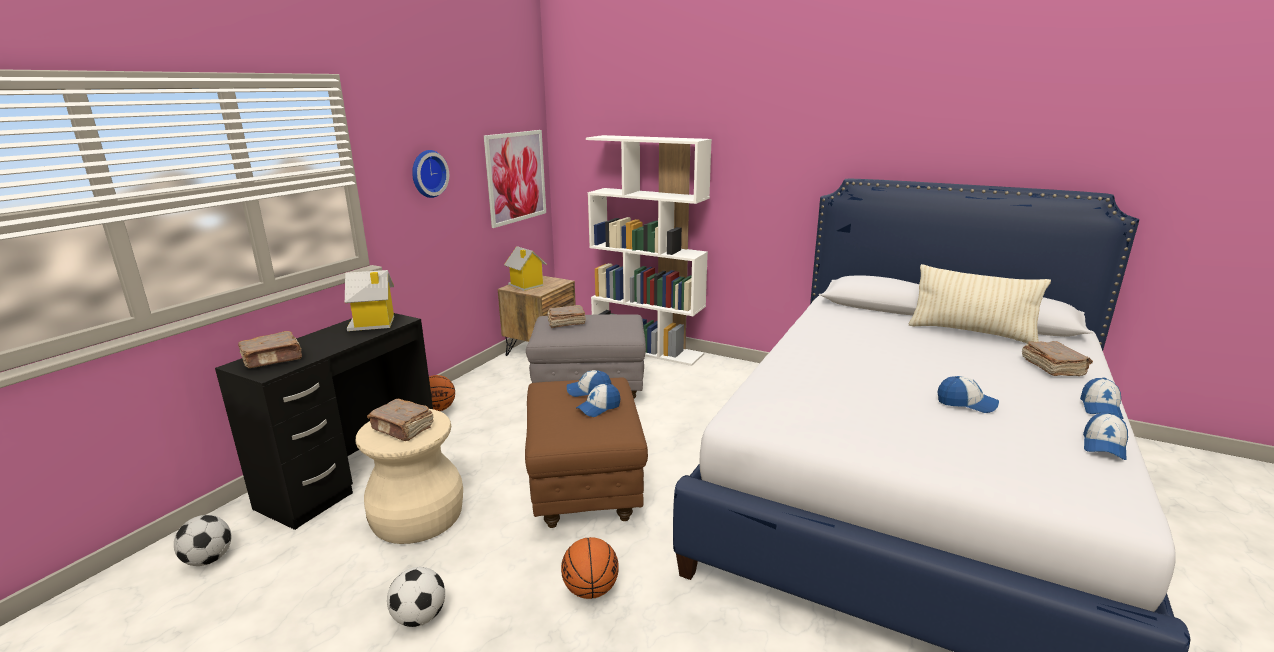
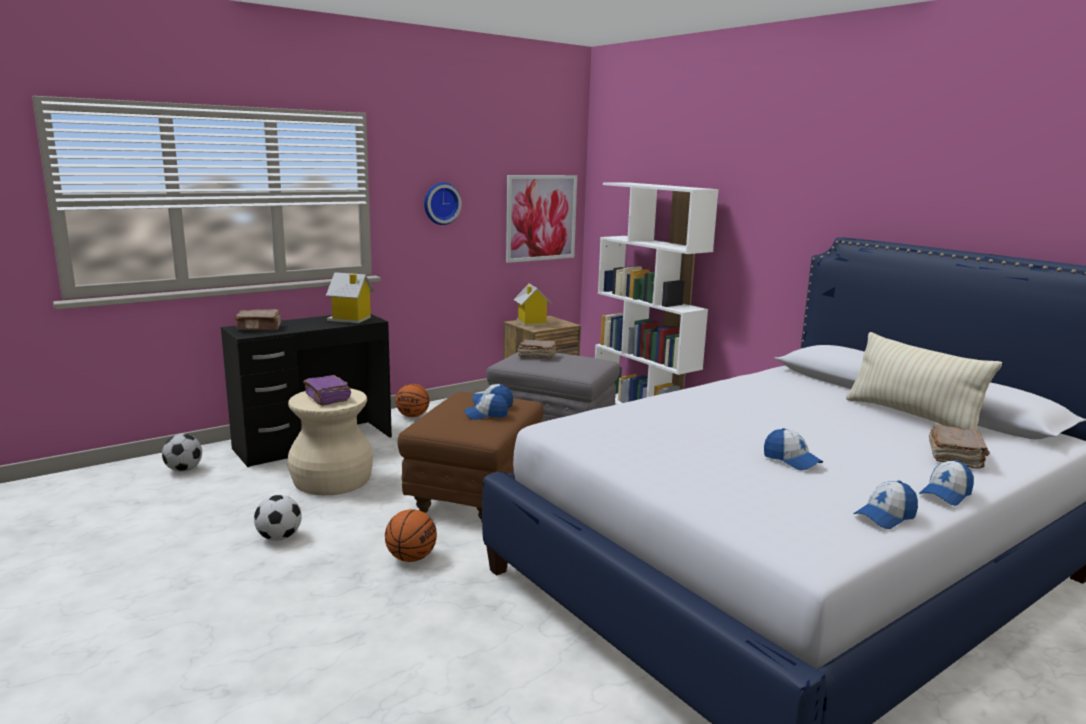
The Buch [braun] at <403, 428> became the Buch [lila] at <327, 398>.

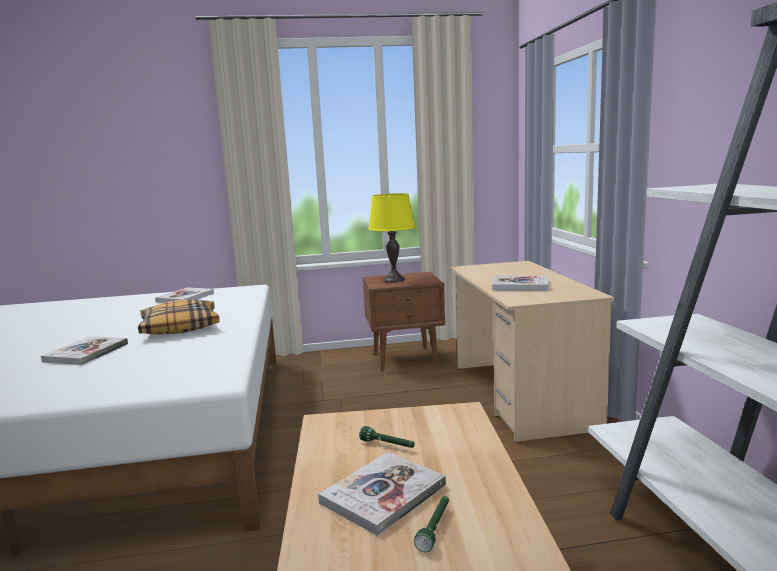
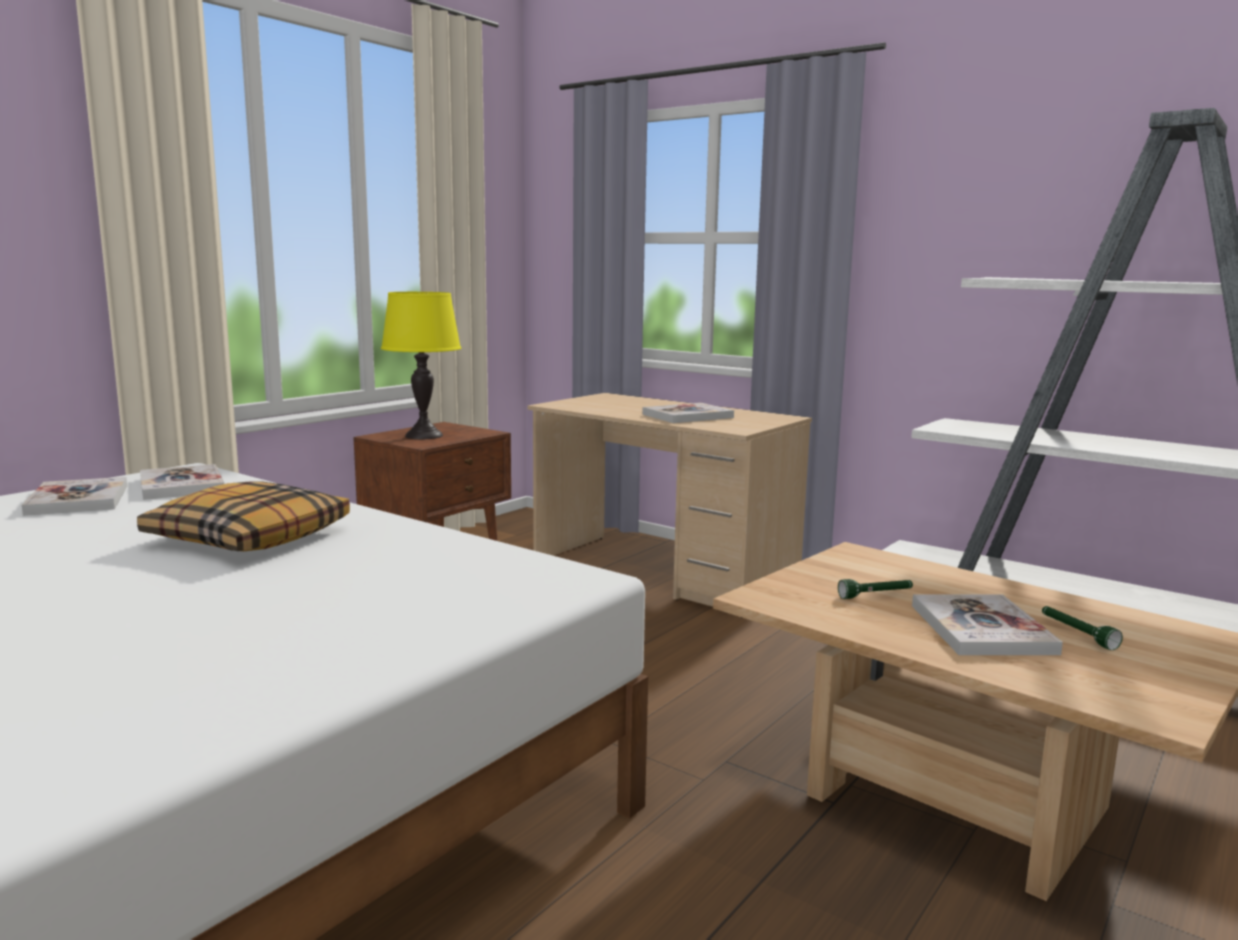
The Buch moved from <86, 352> to <181, 485>.

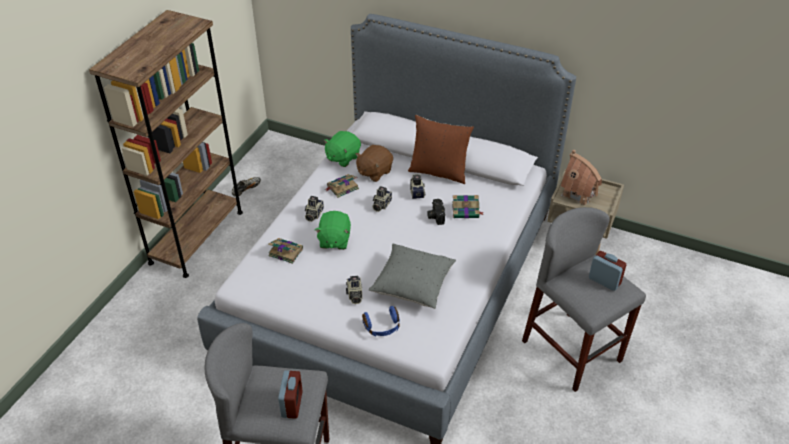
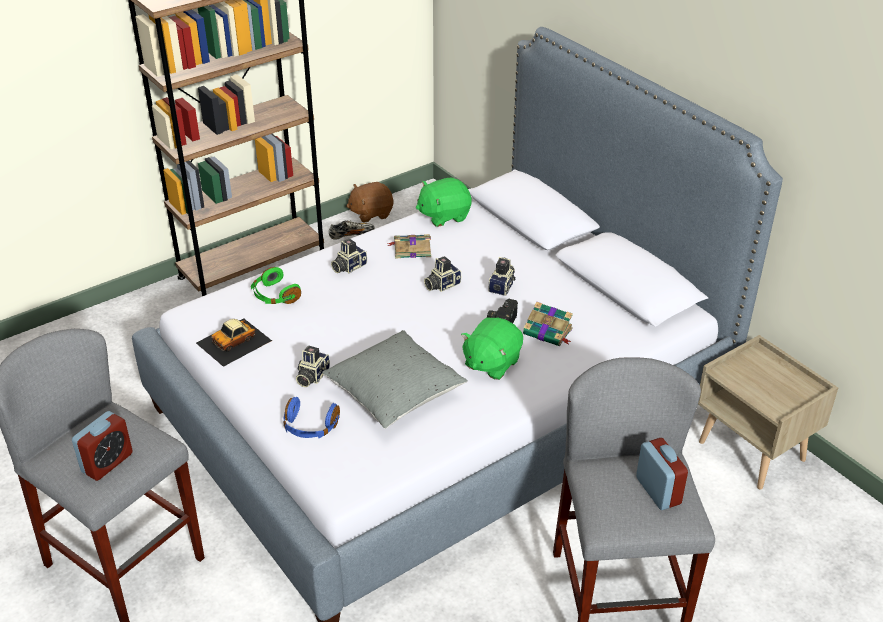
The Spielzeugauto at <234, 341> appeared.
The Buch at <285, 252> was replaced by the Kopfhörer [grün] at <274, 295>.
The Plüschtier [braun] moved from <374, 172> to <371, 213>.
The Plüschtier [grün] moved from <334, 240> to <491, 363>.
The Kissen [braun] at <439, 172> disappeared.
The Spielzeughaus at <579, 193> disappeared.

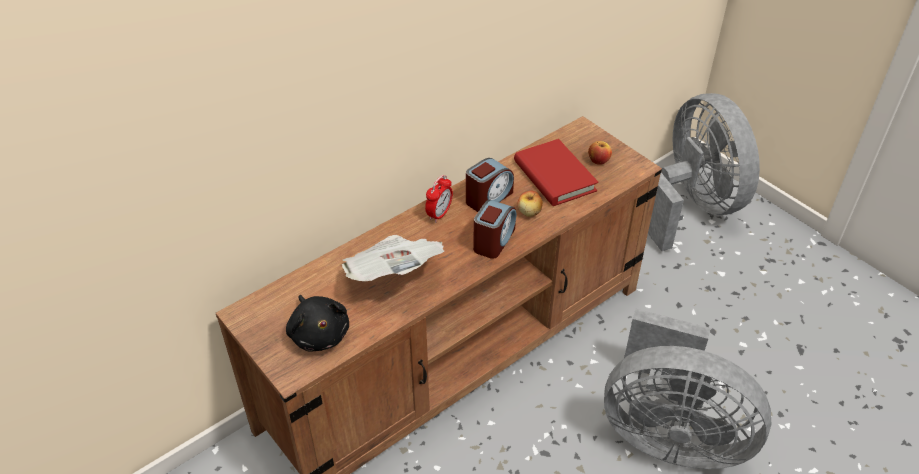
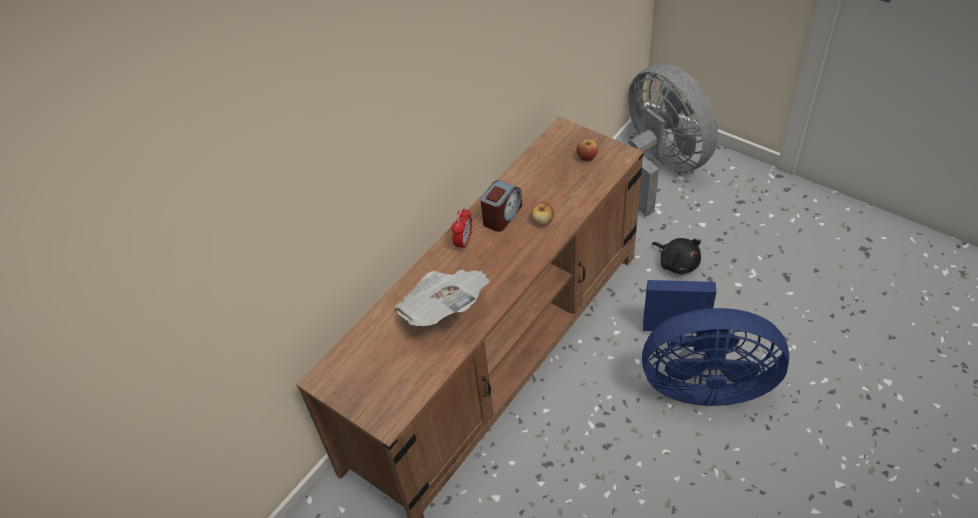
The Ventilator [grau] at <669, 435> became the Ventilator [blau] at <699, 381>.
The Plüschtier [schwarz] moved from <319, 333> to <677, 263>.
The Wecker at <493, 240> disappeared.
The Buch [rot] at <554, 176> disappeared.

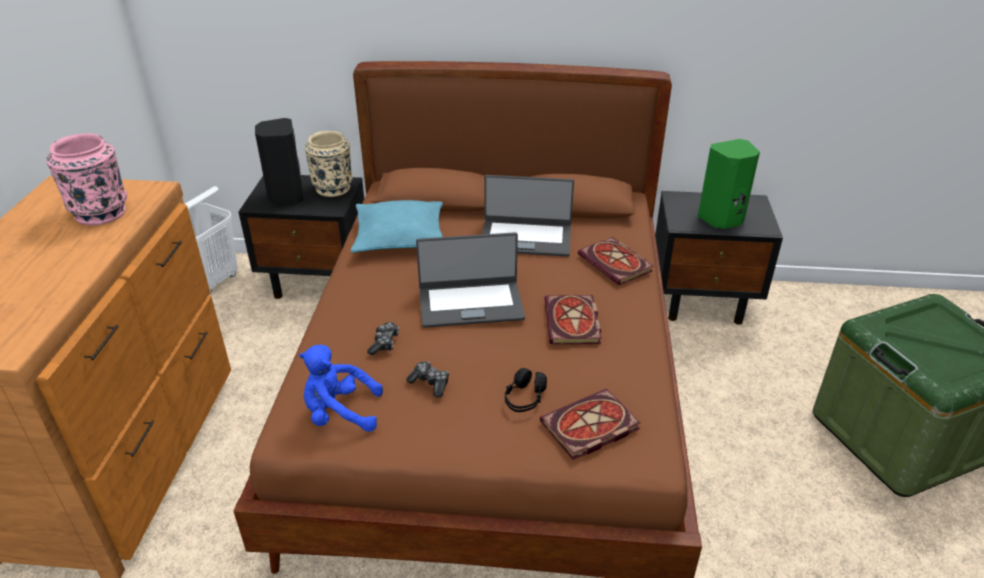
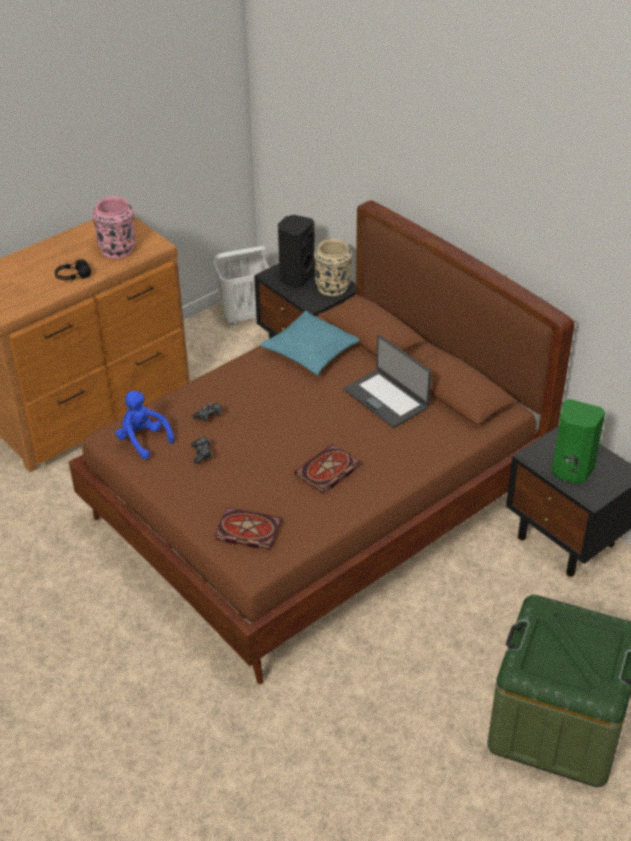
The Kopfhörer [schwarz] moved from <524, 398> to <73, 276>.
The Laptop at <470, 303> disappeared.
The Buch at <617, 264> disappeared.

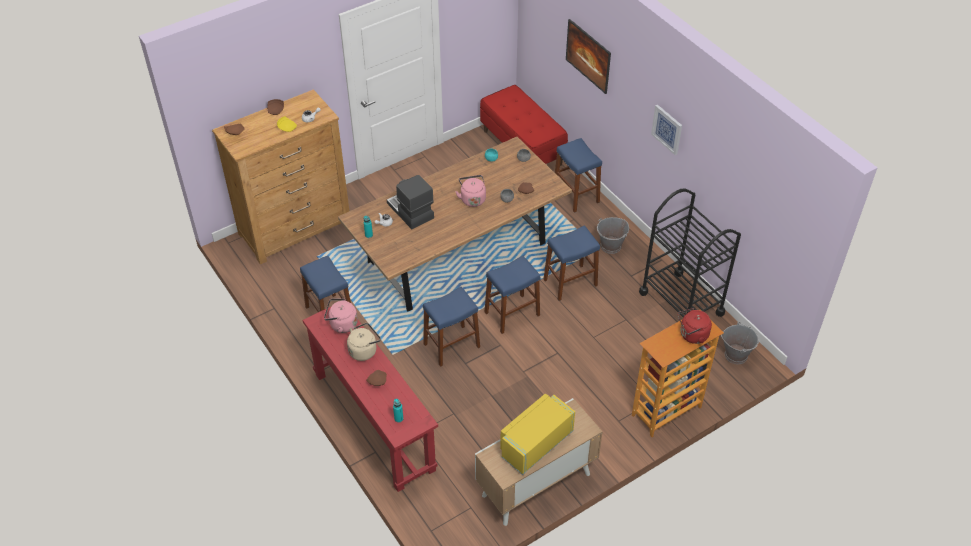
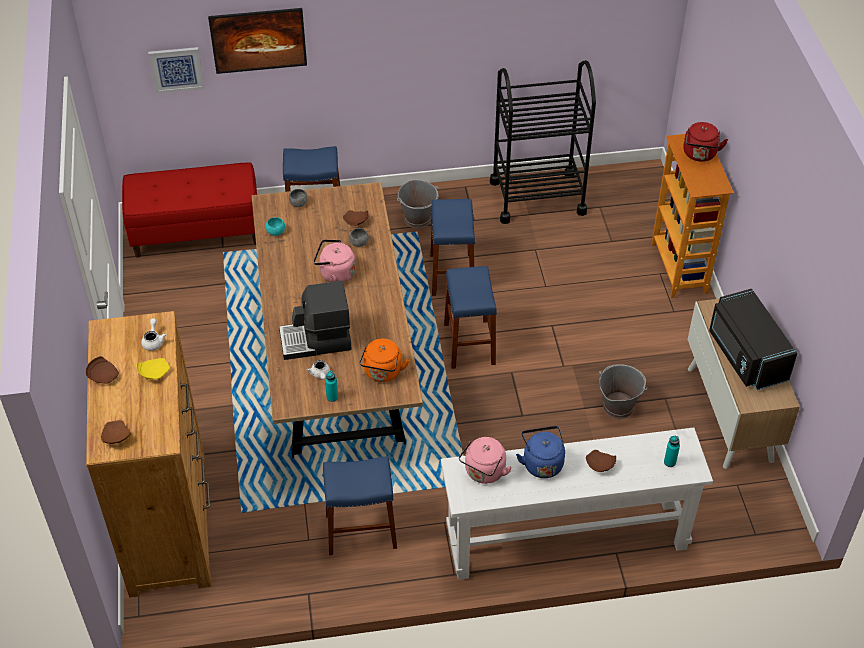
The Bild moved from <667, 129> to <176, 69>.
The Wasserkessel [orange] at <382, 373> appeared.
The Konsolentisch [rot] at <374, 421> became the Konsolentisch [weiß] at <566, 538>.
The Wasserkessel [beige] at <364, 350> became the Wasserkessel [blau] at <541, 462>.
The Eimer [grau] moved from <736, 354> to <618, 406>.
The Mikrowelle [gelb] at <534, 443> became the Mikrowelle [schwarz] at <745, 356>.
The Hocker [blau] at <451, 345> disappeared.

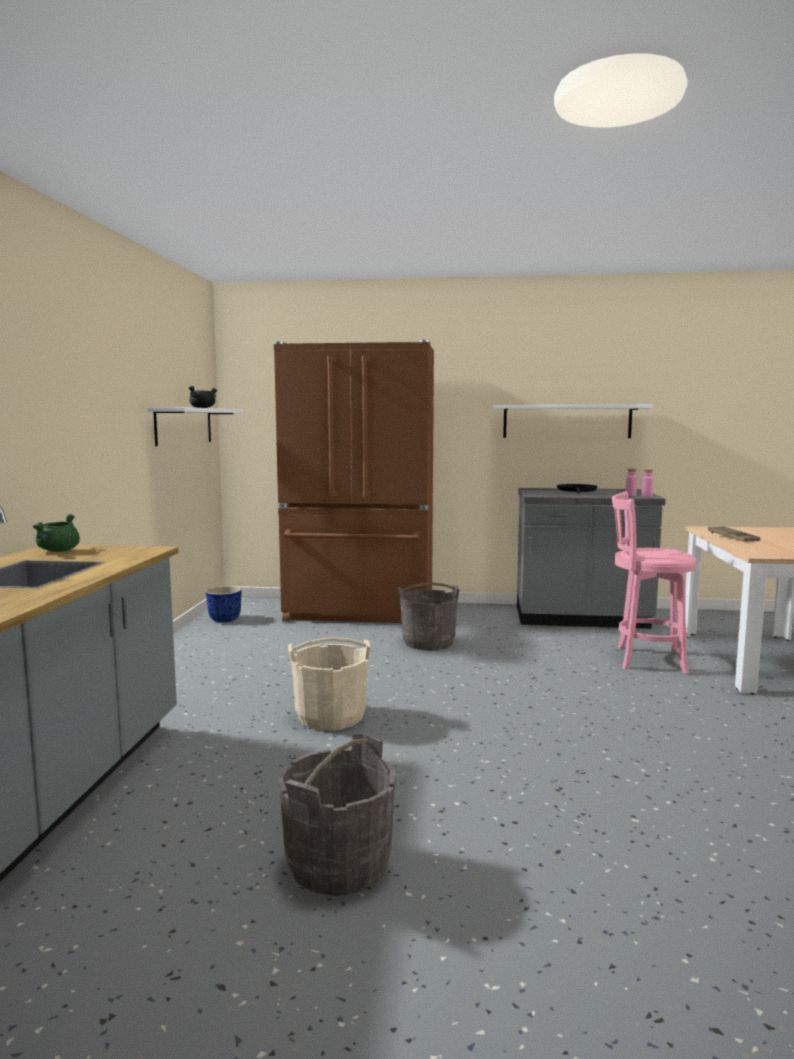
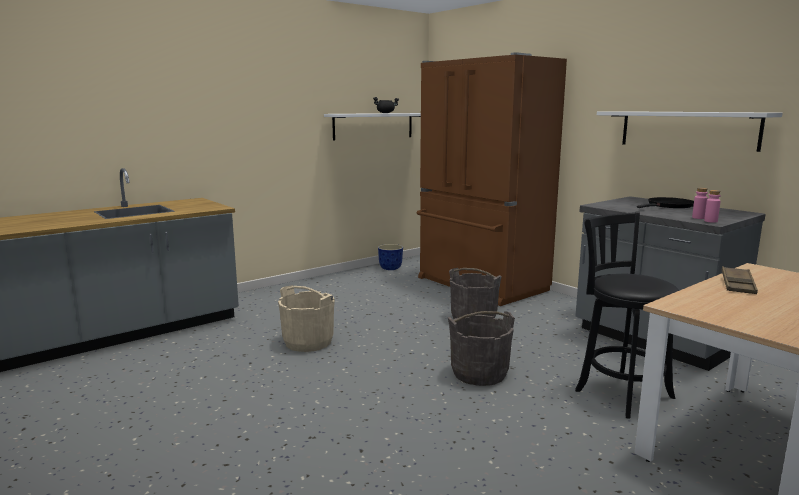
The Eimer [grau] moved from <338, 864> to <479, 373>.
The Hocker [rosa] at <645, 659> became the Hocker [schwarz] at <620, 392>.
The Kochtopf [grün] at <58, 551> disappeared.

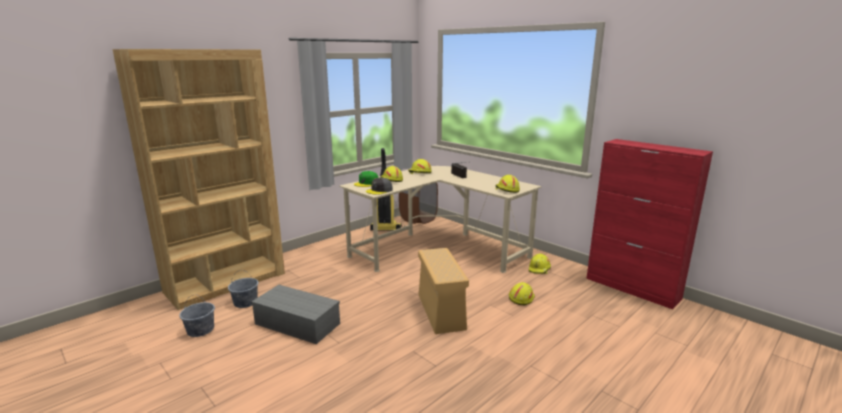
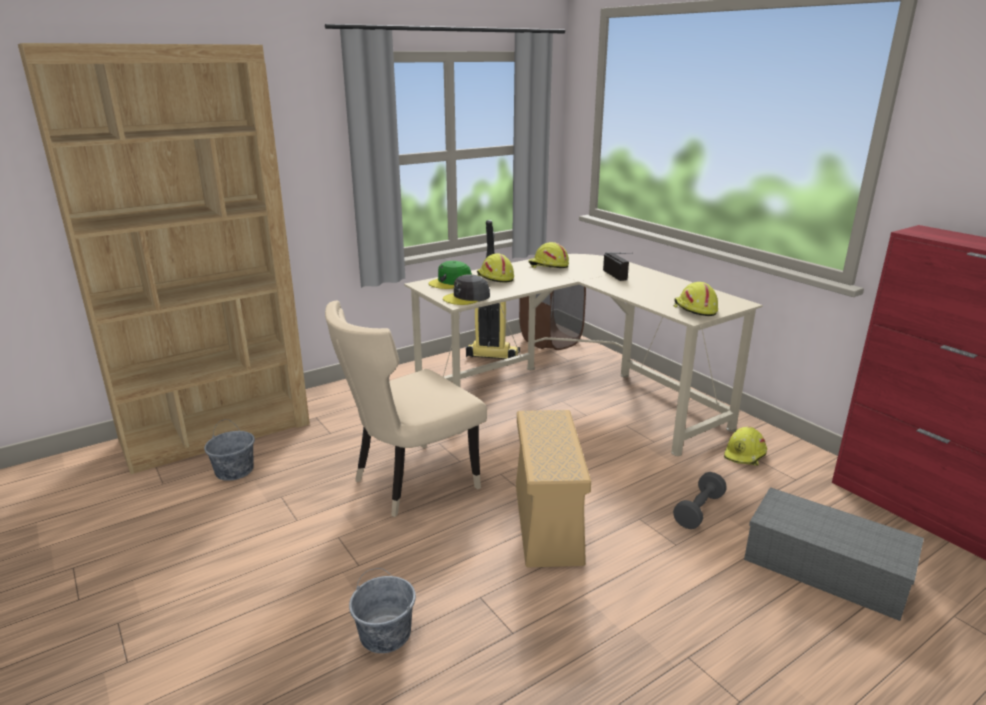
The Stuhl [beige] at <410, 482> appeared.
The Eimer [grau] moved from <200, 330> to <385, 633>.
The Schutzhelm [gelb] at <521, 298> was replaced by the Hantel [grau] at <698, 510>.
The Aufbewahrungsbox [grau] moved from <296, 324> to <822, 568>.

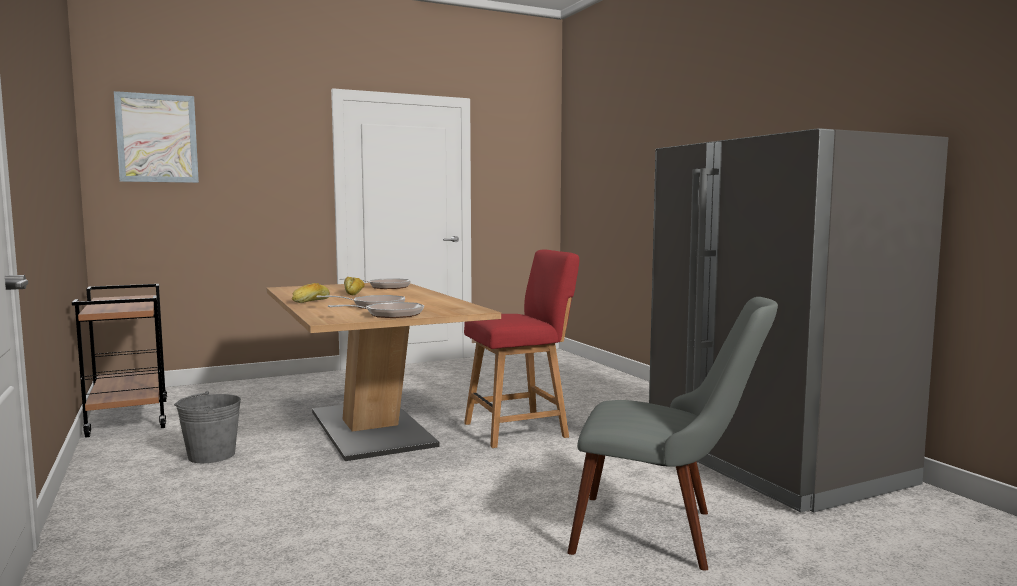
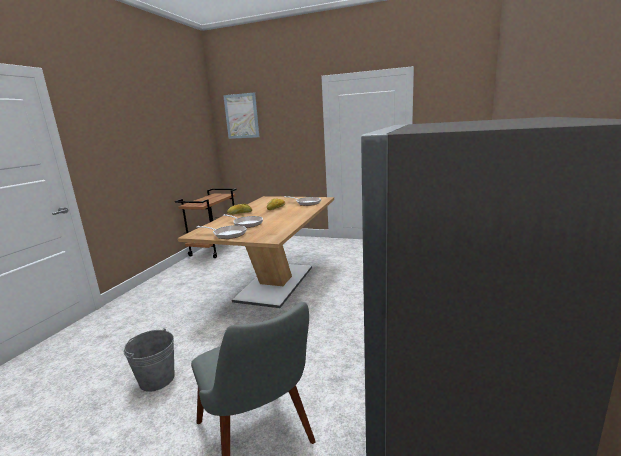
The Eimer [grau] moved from <211, 455> to <157, 379>.
The Stuhl [rot] at <520, 429> disappeared.

